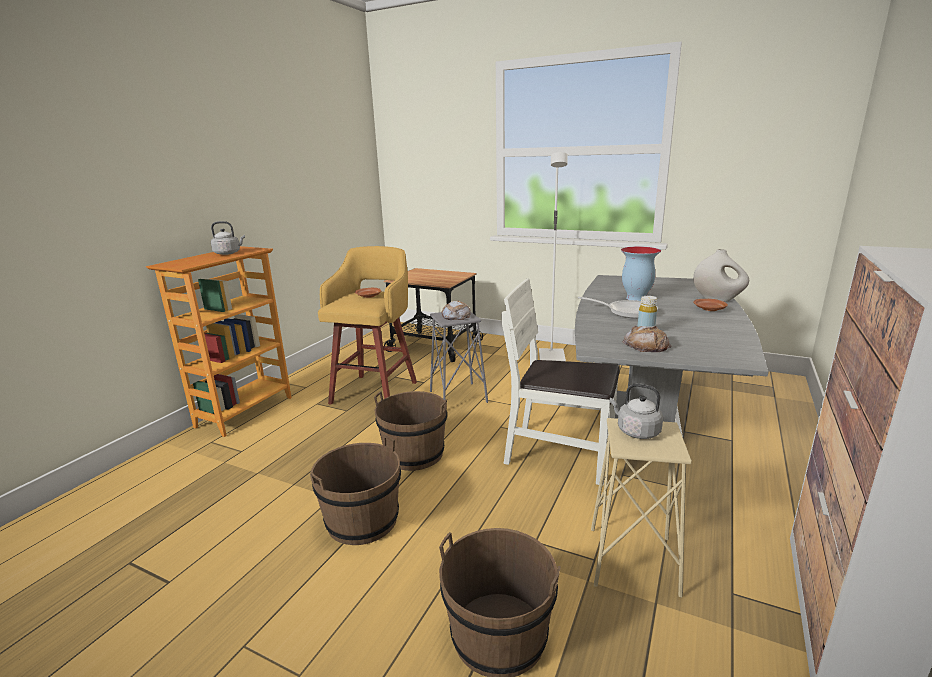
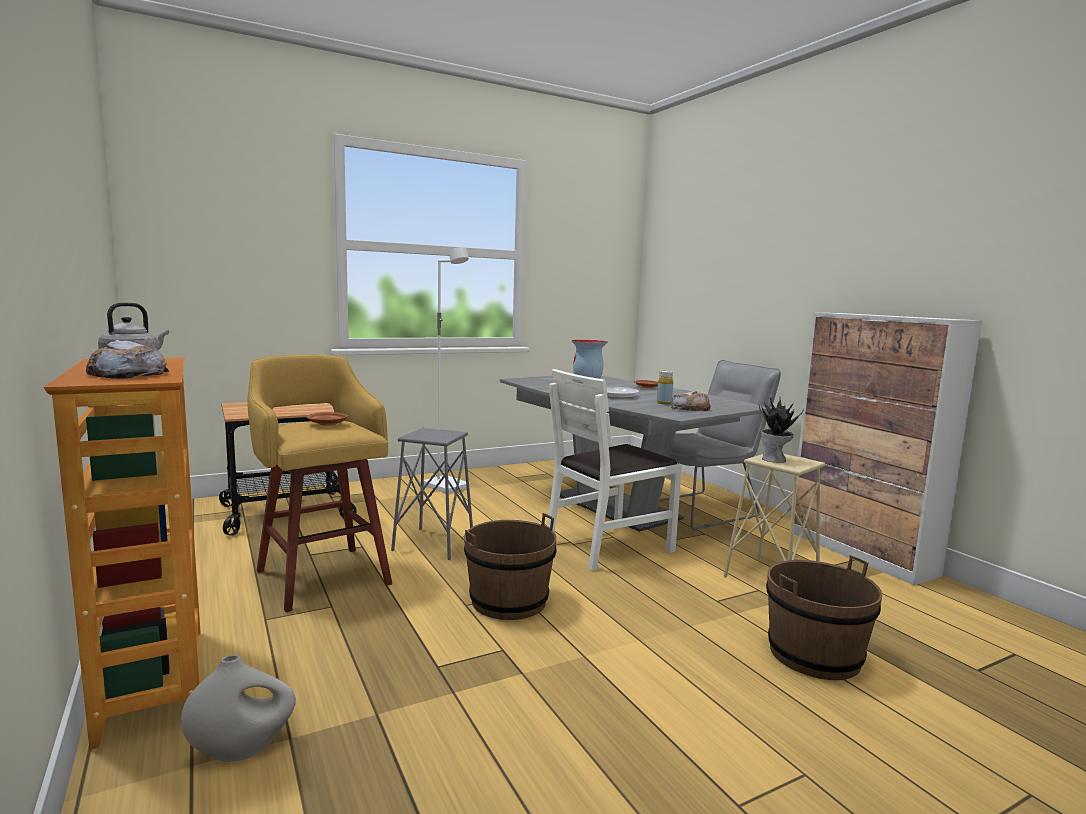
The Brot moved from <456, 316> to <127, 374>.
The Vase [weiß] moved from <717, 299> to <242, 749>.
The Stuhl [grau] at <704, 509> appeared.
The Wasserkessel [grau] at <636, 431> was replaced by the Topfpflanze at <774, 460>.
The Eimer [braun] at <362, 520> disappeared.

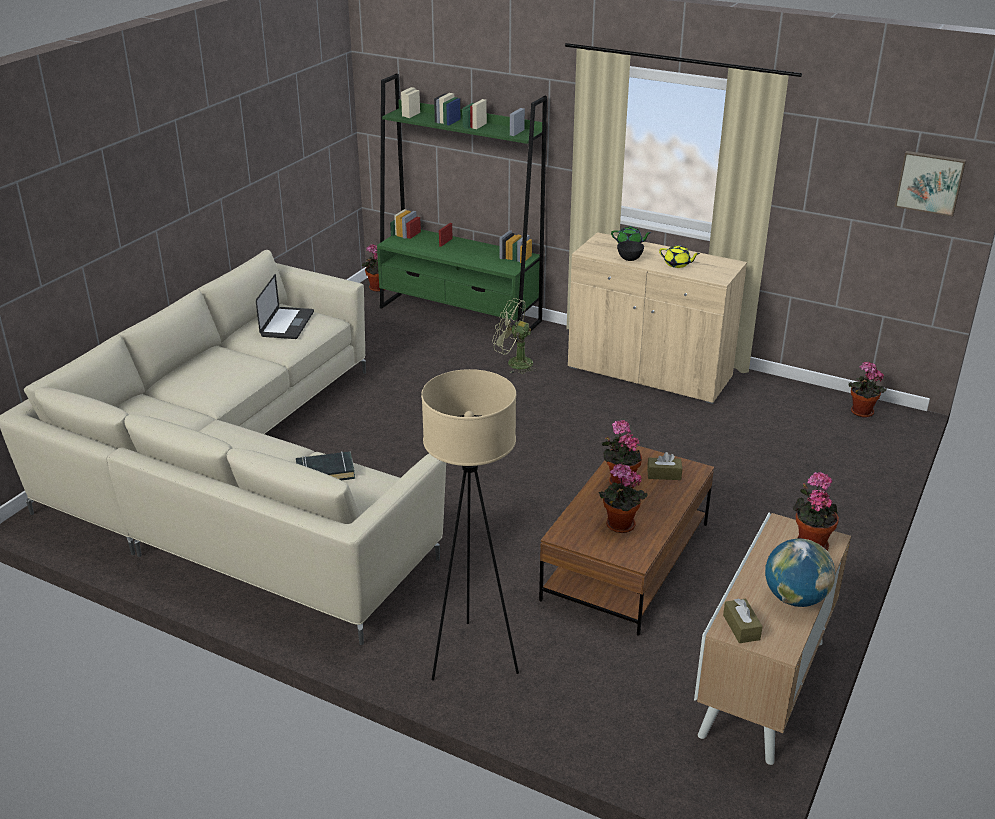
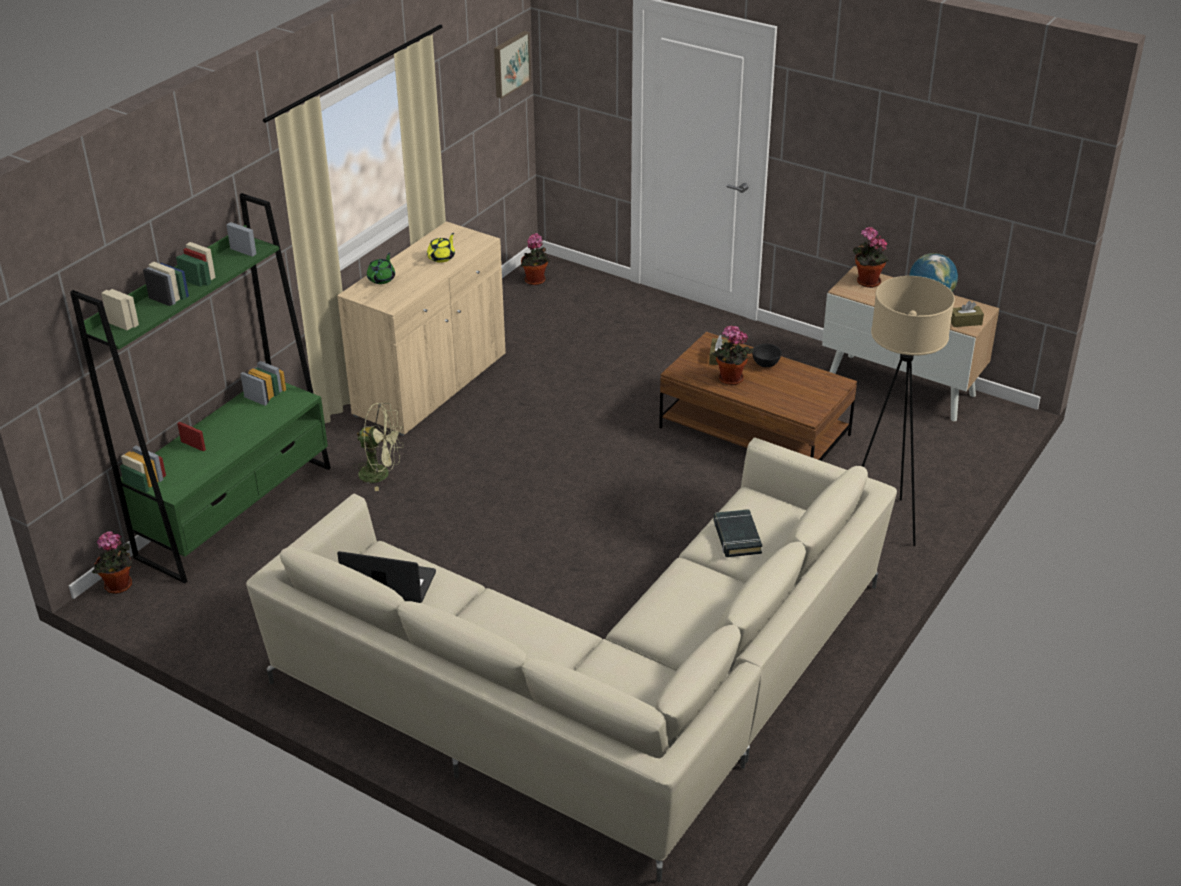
The Ventilator [grün] at <514, 363> turned 105 degrees counterclockwise.
The Schüssel [schwarz] moved from <629, 259> to <766, 364>.
The Topfpflanze at <619, 526> disappeared.

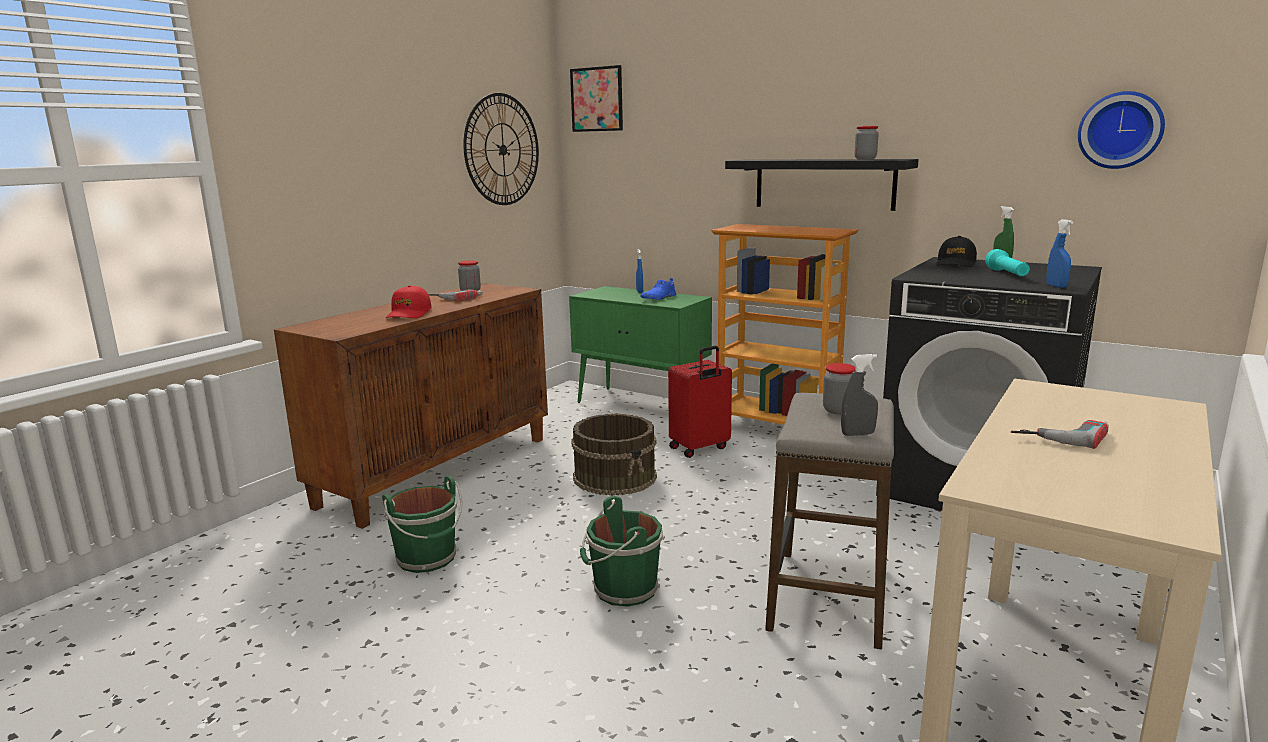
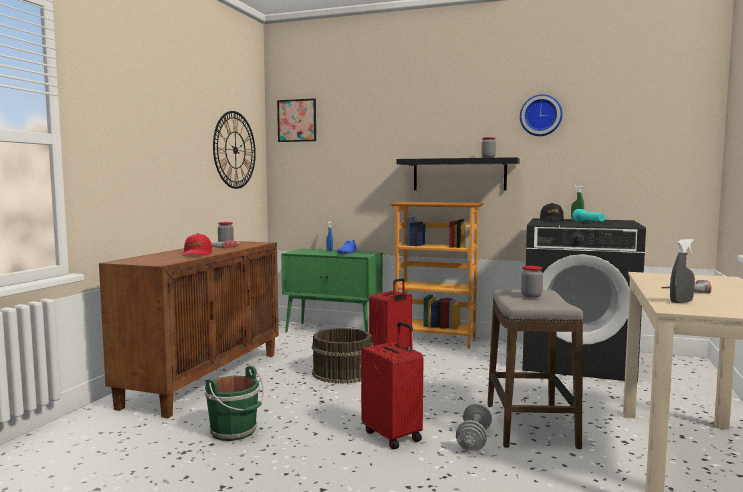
The Eimer [grün] at <622, 590> was replaced by the Koffer [rot] at <393, 435>.
The Hantel [grau] at <474, 440> appeared.
The Wanduhr moved from <1120, 130> to <541, 115>.
The Sprühflasche [grau] moved from <858, 434> to <681, 302>.
The Sprühflasche [blau] at <1056, 286> disappeared.

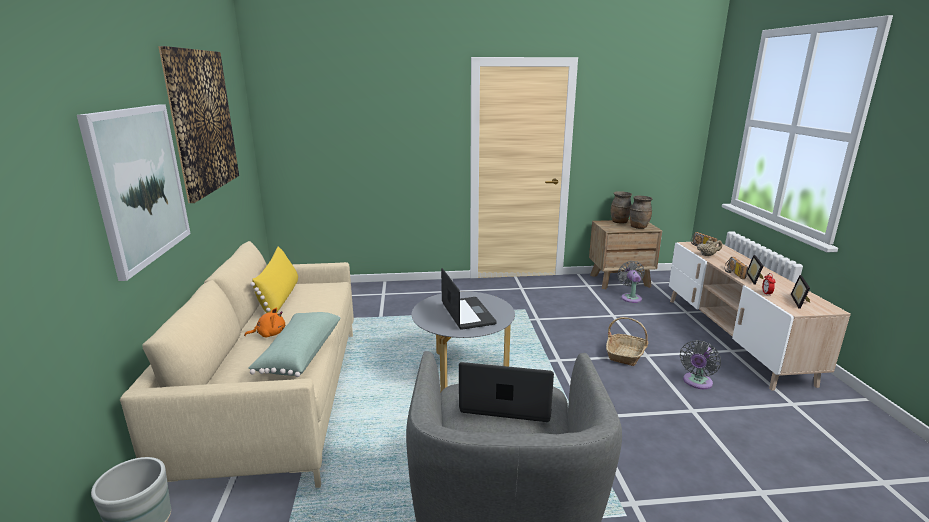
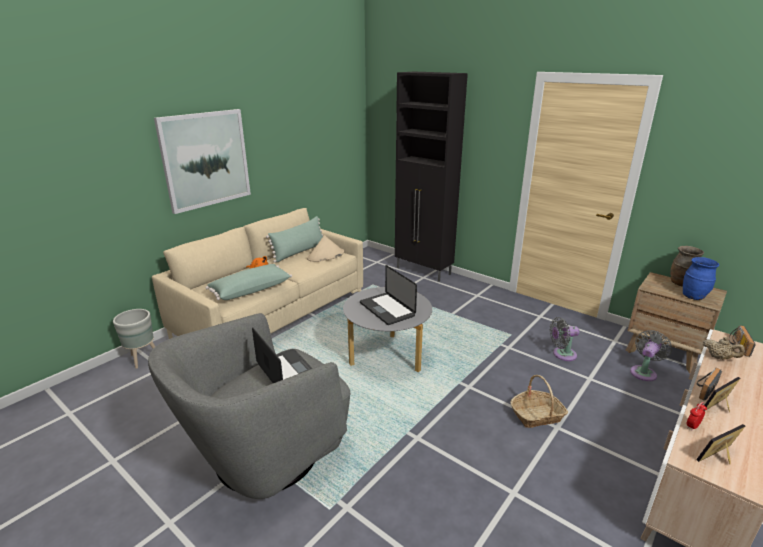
The Kissen [gelb] at <280, 298> became the Kissen [grün] at <299, 252>.
The Hut [beige] at <325, 256> appeared.
The Laptop at <467, 314> turned 120 degrees clockwise.
The Schrank [schwarz] at <424, 271> appeared.
The Ventilator [grau] moved from <696, 383> to <562, 354>.
The Vase [braun] at <638, 227> became the Vase [blau] at <693, 296>.
The Bild at <202, 121> disappeared.

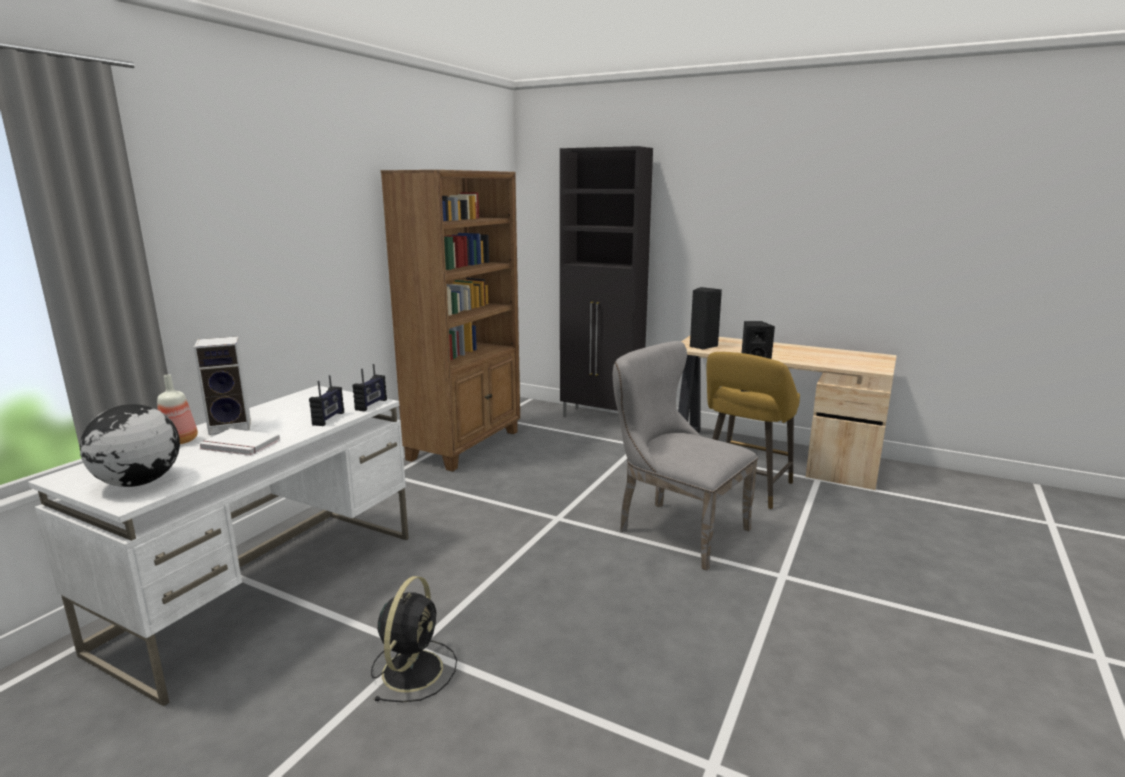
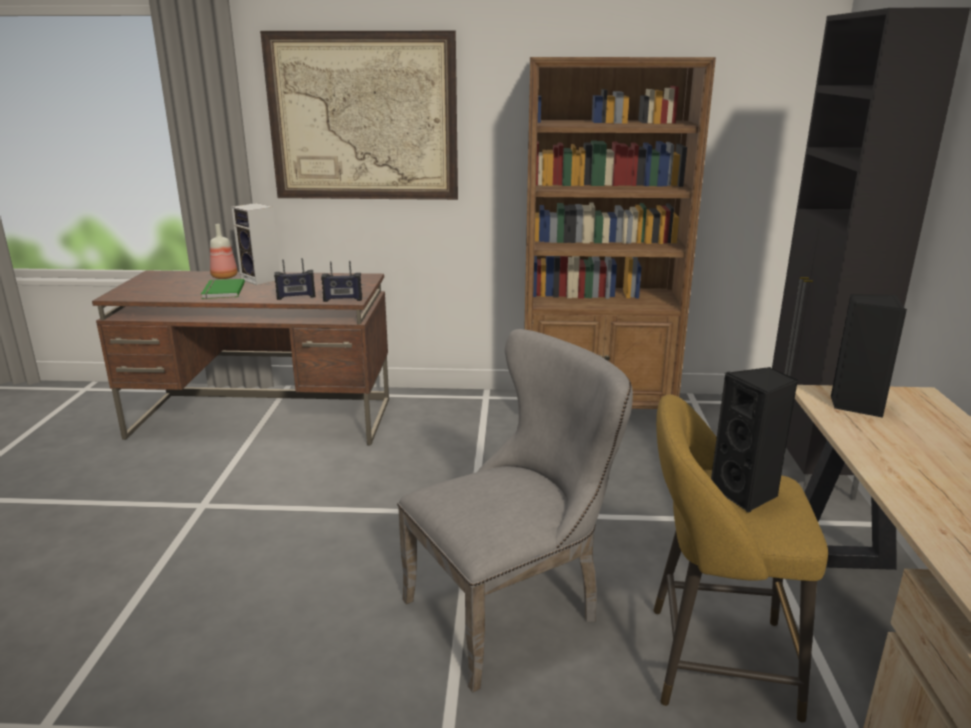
The Schreibtisch [weiß] at <268, 589> became the Schreibtisch [braun] at <264, 419>.
The Buch [weiß] at <239, 445> became the Buch [grün] at <222, 291>.
The Bild at <363, 117> appeared.
The Stuhl [grau] at <674, 529> turned 45 degrees clockwise.
The Globus at <138, 483> disappeared.
The Ventilator [schwarz] at <413, 668> disappeared.

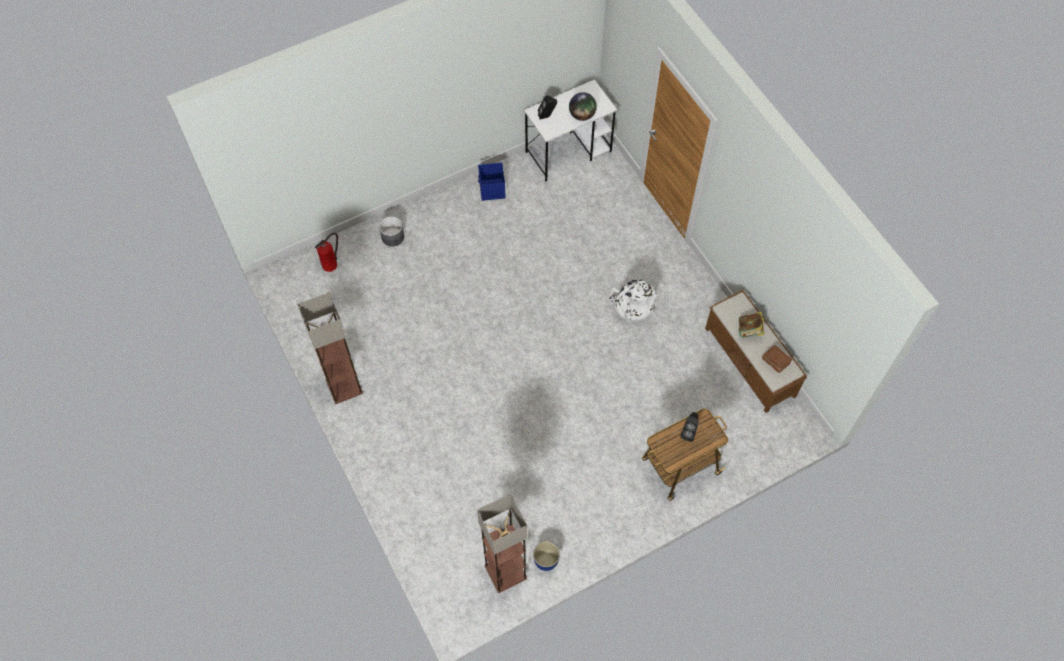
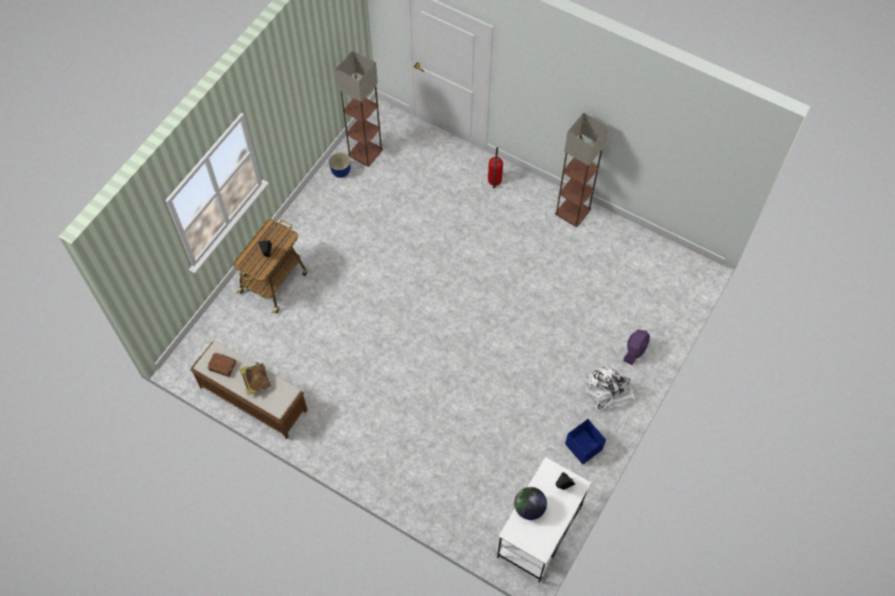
The Feuerlöscher moved from <330, 264> to <494, 181>.
The Rucksack [weiß] moved from <632, 305> to <606, 390>.
The Pflanzkübel [grau] at <392, 237> was replaced by the Ventilator [lila] at <635, 350>.

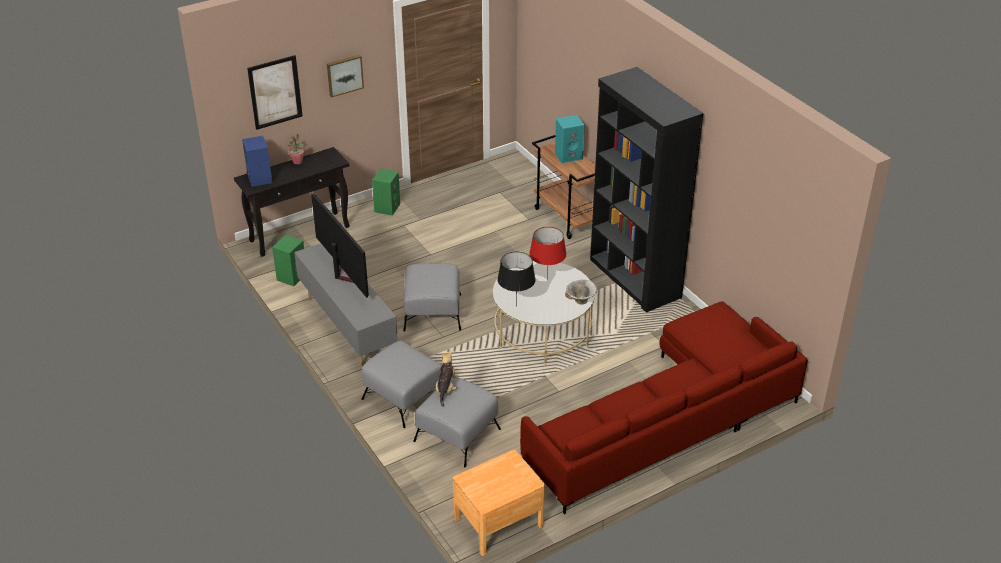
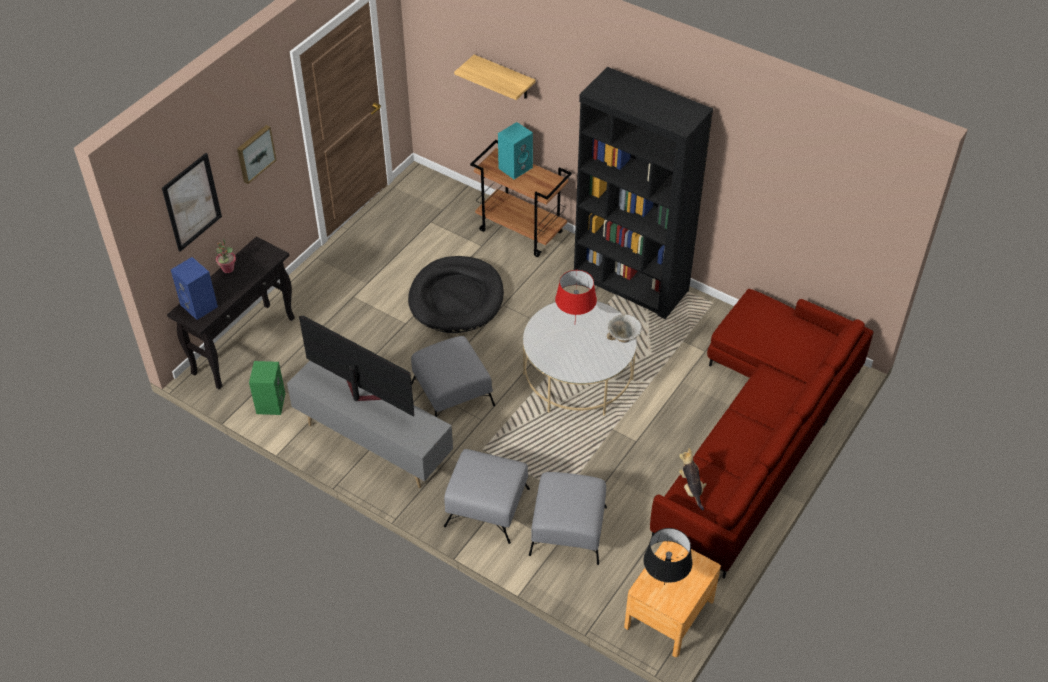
The Hundebett [schwarz] at <456, 298> appeared.
The Wandregal at <504, 78> appeared.
The Tischlampe [schwarz] moved from <516, 306> to <664, 585>.
The Plüschtier moved from <446, 389> to <691, 488>.
The Lautsprecher [grün] at <387, 207> disappeared.

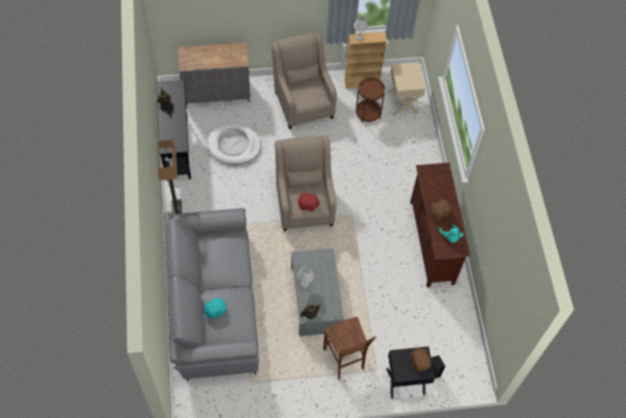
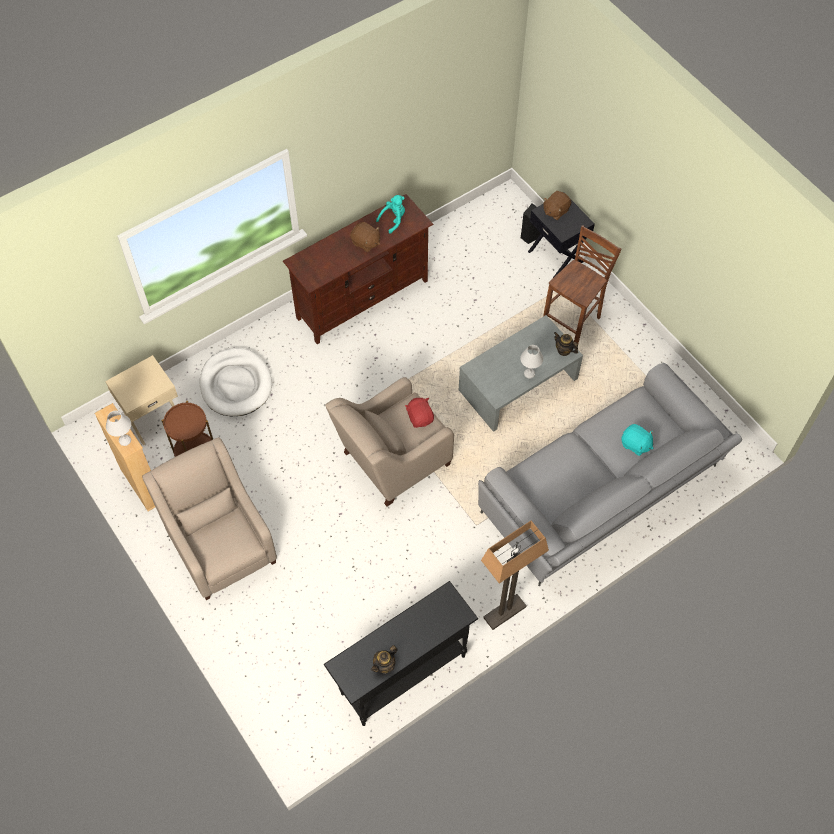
The Sessel [beige] at <303, 102> turned 105 degrees clockwise.
The Hundebett [weiß] moved from <234, 146> to <236, 384>.
The Schrank [grau] at <217, 93> disappeared.

